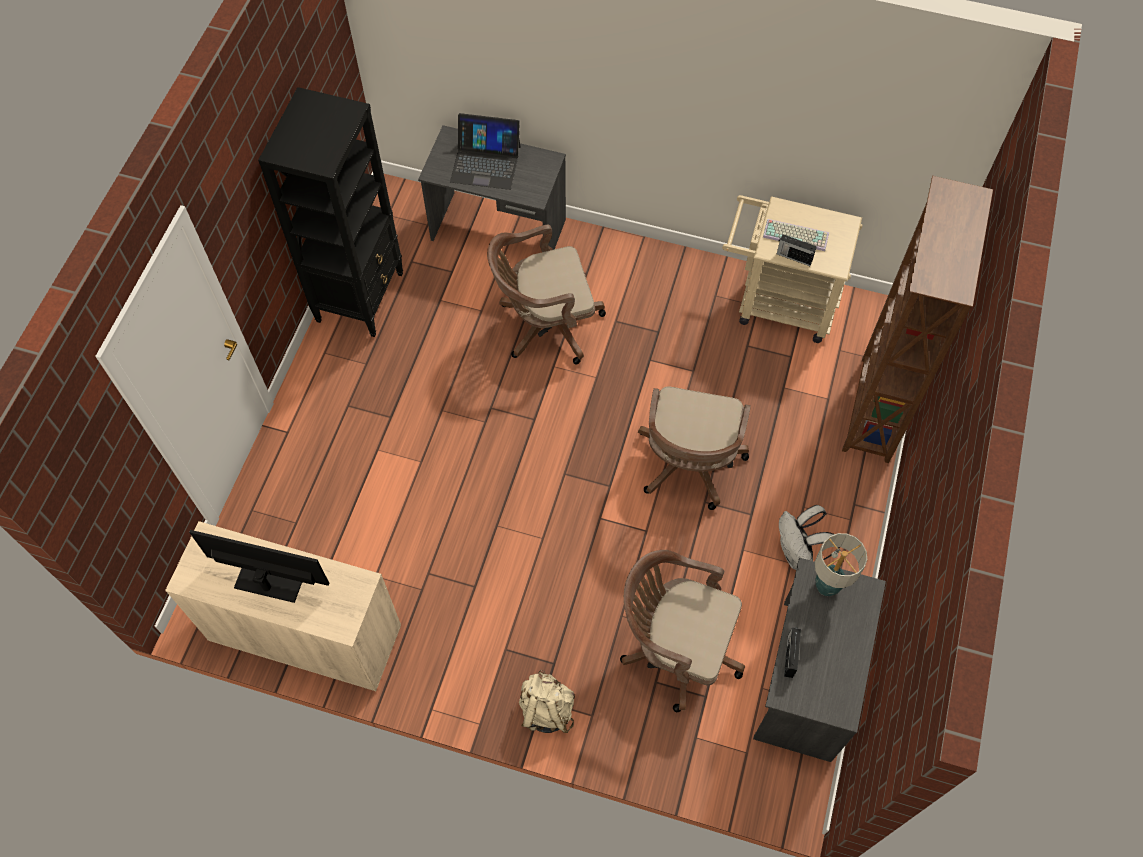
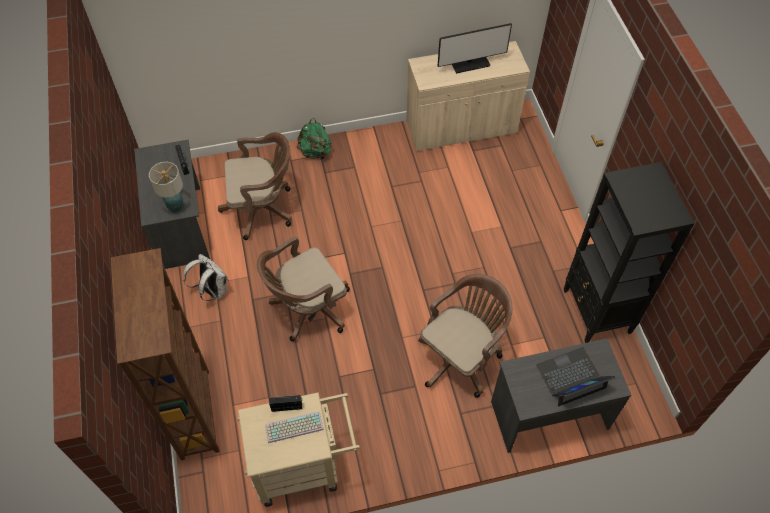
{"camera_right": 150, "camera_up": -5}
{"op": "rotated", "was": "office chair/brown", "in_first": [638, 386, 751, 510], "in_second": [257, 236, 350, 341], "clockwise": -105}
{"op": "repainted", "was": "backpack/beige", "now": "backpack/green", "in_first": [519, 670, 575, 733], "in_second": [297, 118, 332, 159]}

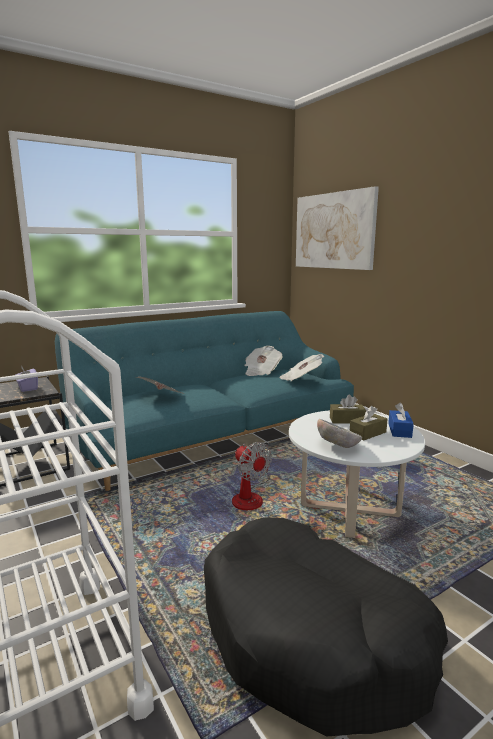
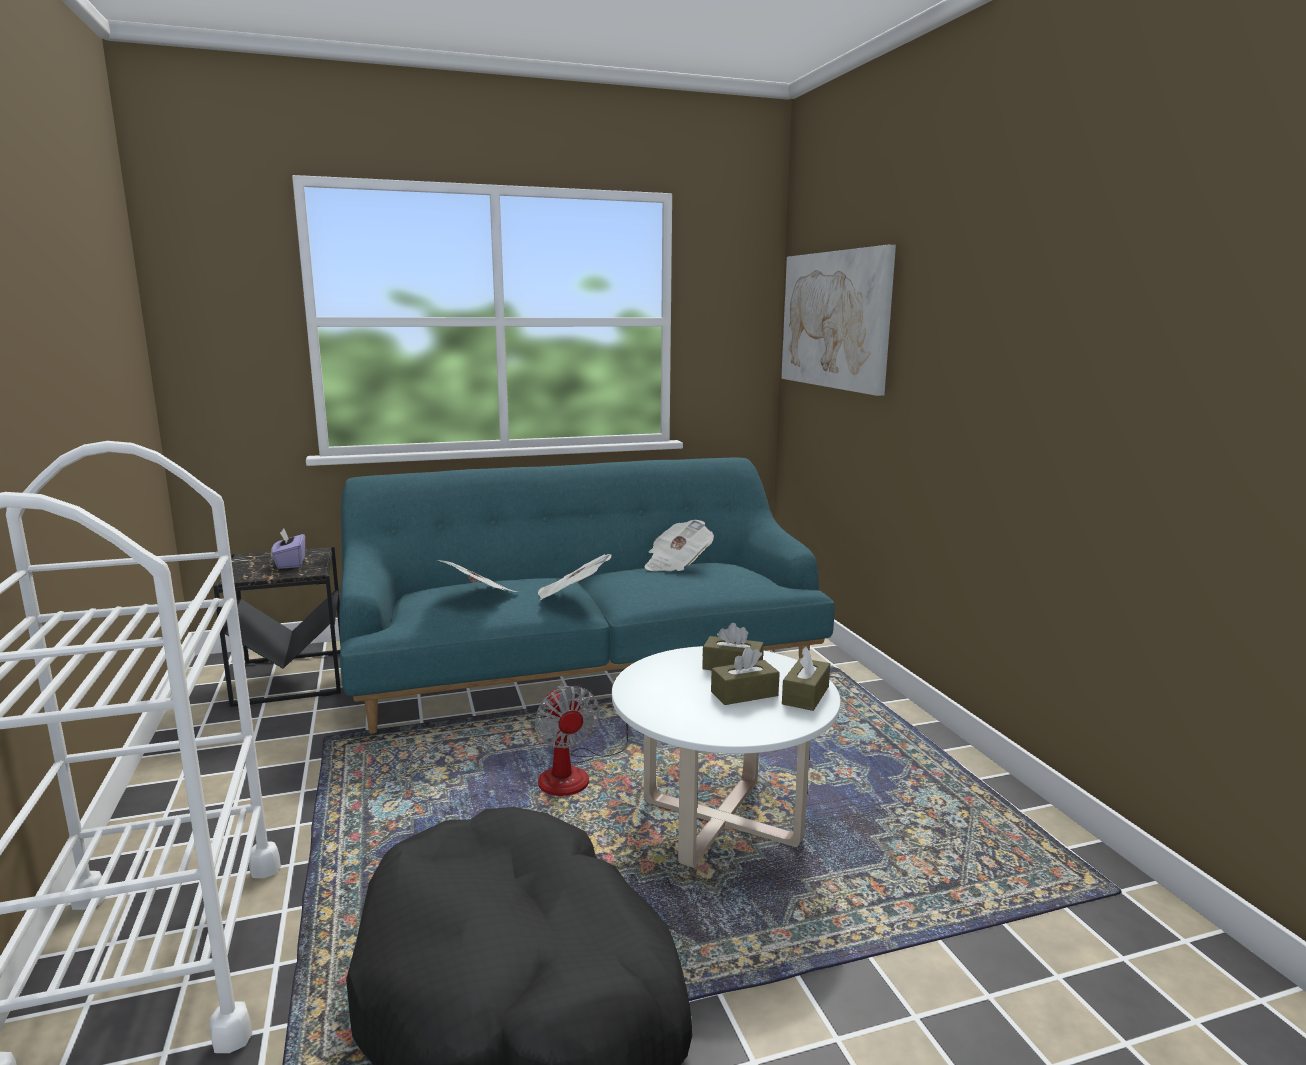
{"camera_right": 15, "camera_up": 0}
{"op": "shifted", "was": "newspaper", "in_first": [280, 354, 324, 381], "in_second": [538, 554, 611, 600]}
{"op": "repainted", "was": "tissue box/blue", "now": "tissue box/brown", "in_first": [388, 402, 414, 438], "in_second": [782, 647, 830, 711]}
{"op": "gone", "was": "bowl", "in_first": [317, 419, 362, 448]}

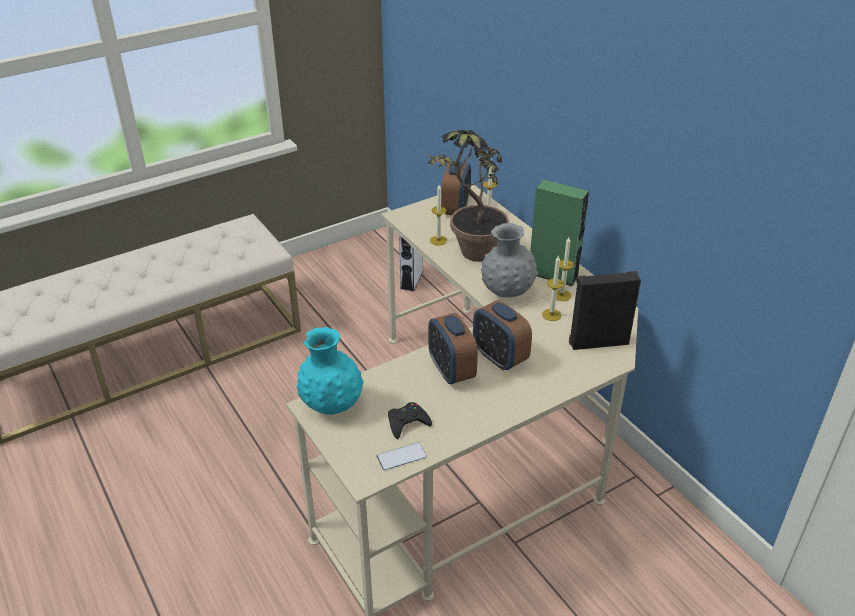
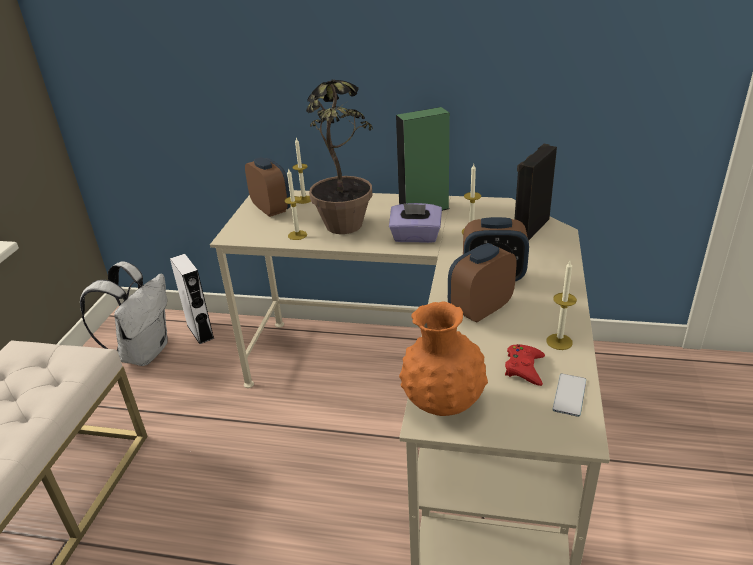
{"camera_right": -45, "camera_up": -5}
{"op": "swapped", "was": "vase/grey", "now": "tissue box/purple", "in_first": [481, 223, 538, 297], "in_second": [389, 203, 442, 243]}
{"op": "shifted", "was": "candle", "in_first": [556, 237, 574, 301], "in_second": [546, 261, 577, 350]}
{"op": "rotated", "was": "alarm clock", "in_first": [428, 313, 478, 384], "in_second": [448, 243, 517, 322], "clockwise": 120}
{"op": "repainted", "was": "vase/turquoise", "now": "vase/orange", "in_first": [296, 327, 364, 415], "in_second": [399, 301, 488, 416]}
{"op": "repainted", "was": "game controller/black", "now": "game controller/red", "in_first": [388, 402, 432, 439], "in_second": [505, 344, 545, 386]}
{"op": "new", "now": "backpack/white", "in_second": [80, 261, 167, 366]}

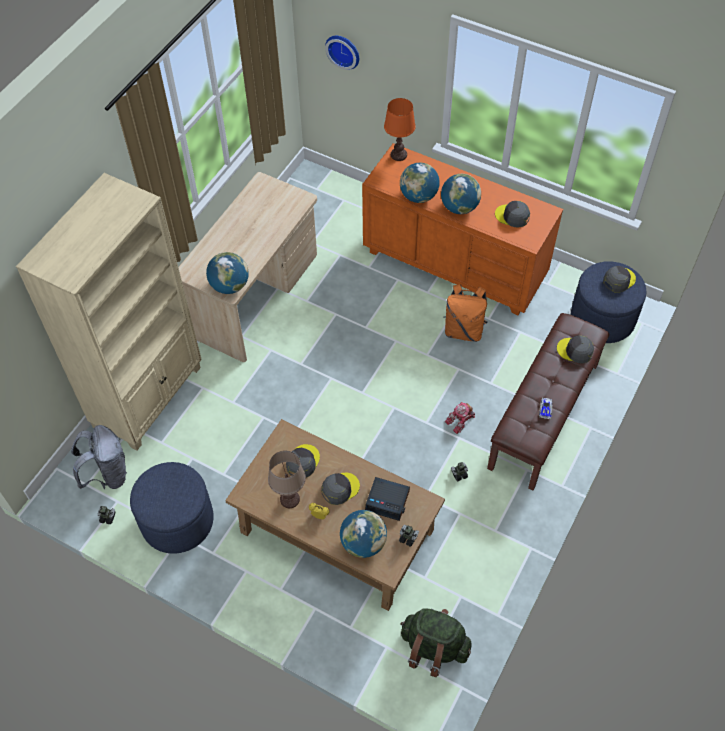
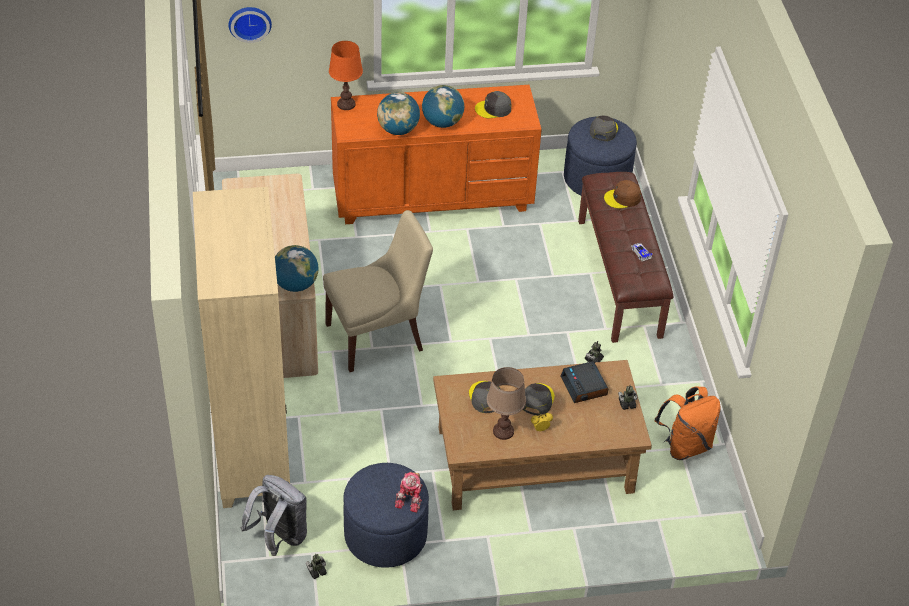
{"camera_right": -40, "camera_up": -10}
{"op": "shifted", "was": "backpack/orange", "in_first": [443, 284, 488, 342], "in_second": [654, 387, 720, 460]}
{"op": "repainted", "was": "cap/grey", "now": "cap/brown", "in_first": [557, 335, 594, 363], "in_second": [604, 180, 641, 209]}
{"op": "shifted", "was": "toy robot", "in_first": [445, 402, 475, 434], "in_second": [395, 472, 423, 513]}
{"op": "rotated", "was": "alarm clock", "in_first": [365, 477, 410, 521], "in_second": [561, 361, 608, 403], "clockwise": 90}
{"op": "gone", "was": "globe", "in_first": [340, 510, 387, 558]}
{"op": "gone", "was": "backpack/green", "in_first": [400, 608, 472, 677]}
{"op": "new", "now": "chair/beige", "in_second": [323, 210, 433, 372]}

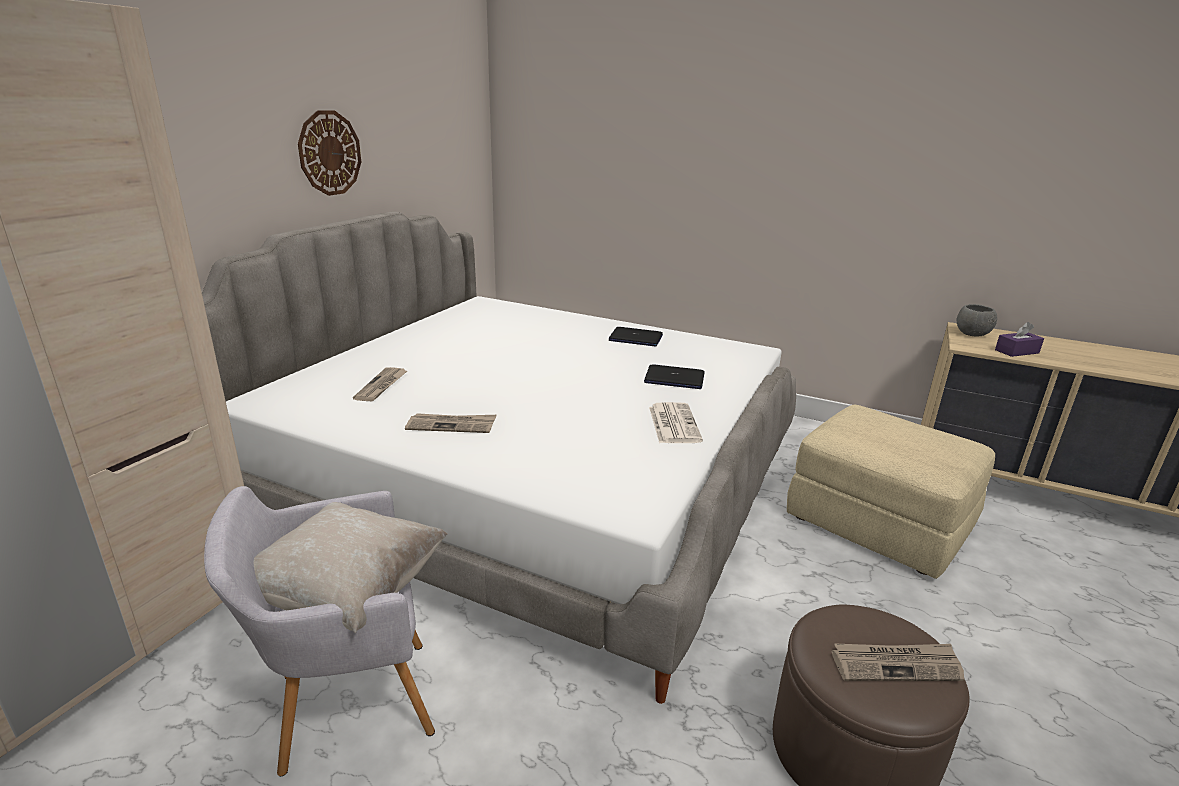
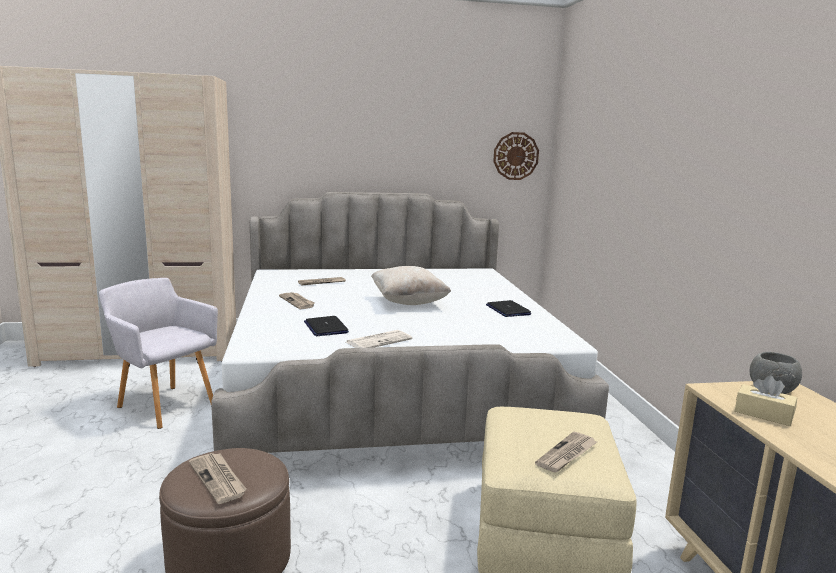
{"camera_right": 55, "camera_up": -10}
{"op": "shifted", "was": "wall clock", "in_first": [298, 110, 361, 196], "in_second": [493, 132, 539, 180]}
{"op": "repainted", "was": "tissue box/purple", "now": "tissue box/beige", "in_first": [995, 322, 1044, 357], "in_second": [735, 375, 797, 426]}
{"op": "shifted", "was": "laptop", "in_first": [644, 365, 705, 389], "in_second": [304, 316, 349, 336]}
{"op": "shifted", "was": "pillow/beige", "in_first": [254, 502, 447, 633], "in_second": [371, 266, 451, 305]}
{"op": "new", "now": "newspaper", "in_second": [535, 432, 597, 473]}

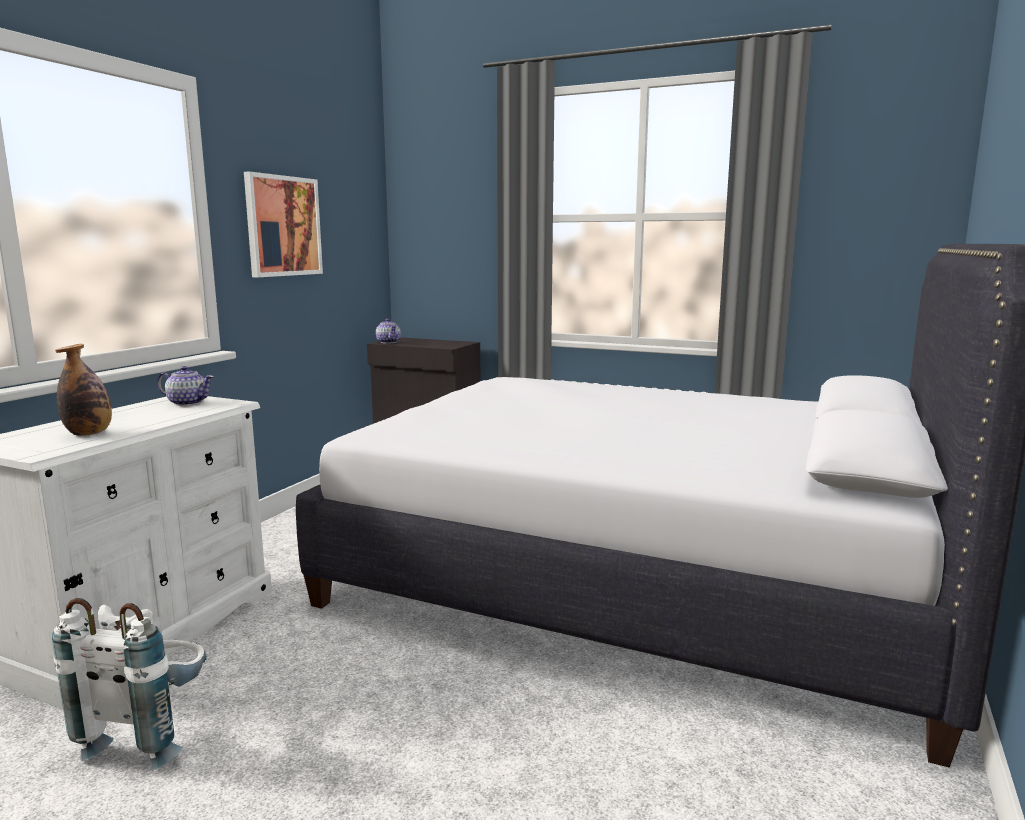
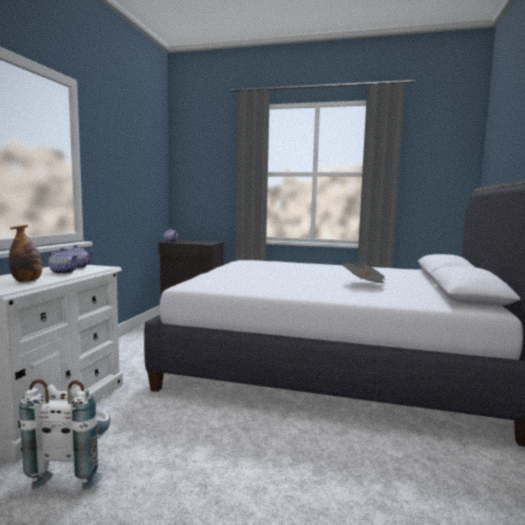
{"camera_right": -10, "camera_up": -5}
{"op": "gone", "was": "picture", "in_first": [244, 171, 323, 277]}
{"op": "new", "now": "teapot", "in_second": [48, 248, 78, 274]}
{"op": "new", "now": "newspaper", "in_second": [343, 262, 386, 283]}

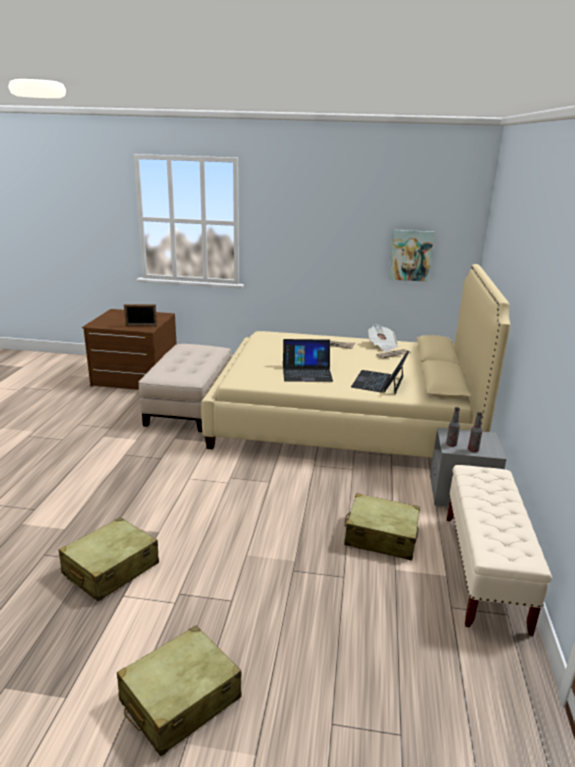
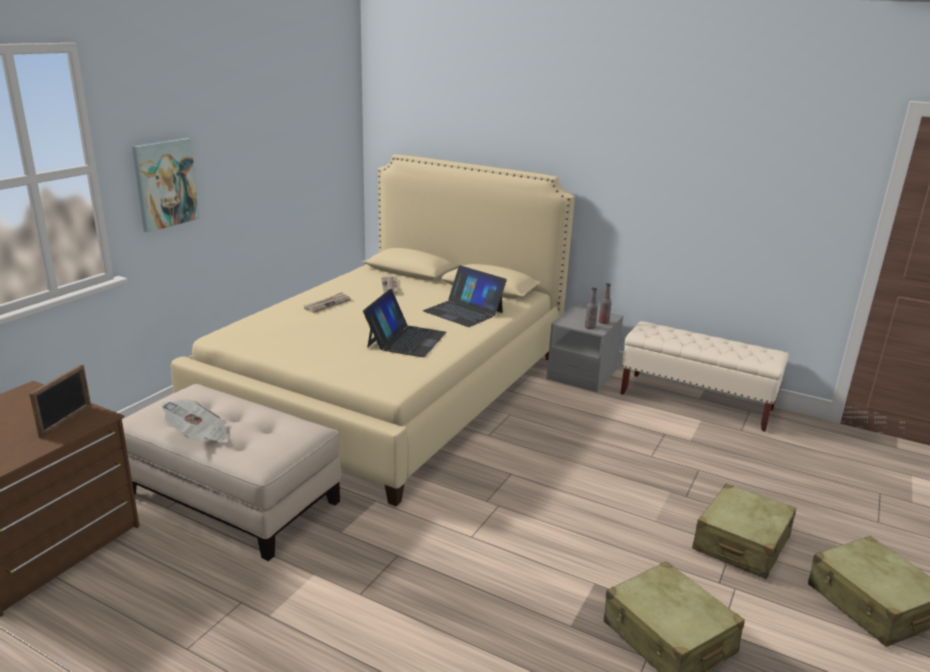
{"camera_right": -70, "camera_up": 0}
{"op": "shifted", "was": "picture", "in_first": [389, 229, 434, 282], "in_second": [132, 138, 200, 232]}
{"op": "shifted", "was": "newspaper", "in_first": [368, 324, 398, 352], "in_second": [162, 399, 228, 442]}
{"op": "shifted", "was": "suitcase/beige", "in_first": [344, 493, 420, 561], "in_second": [692, 484, 796, 579]}

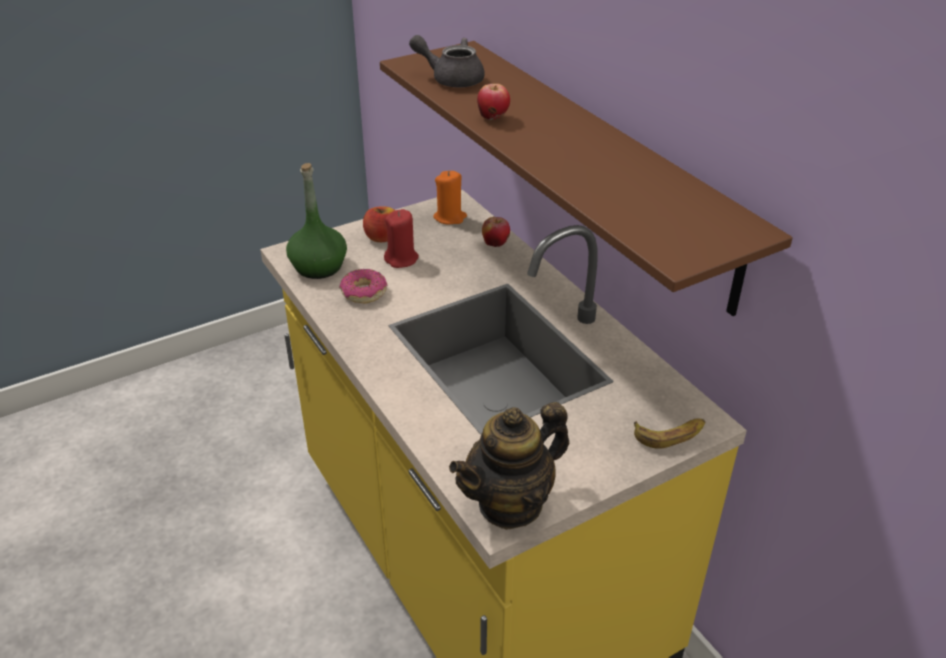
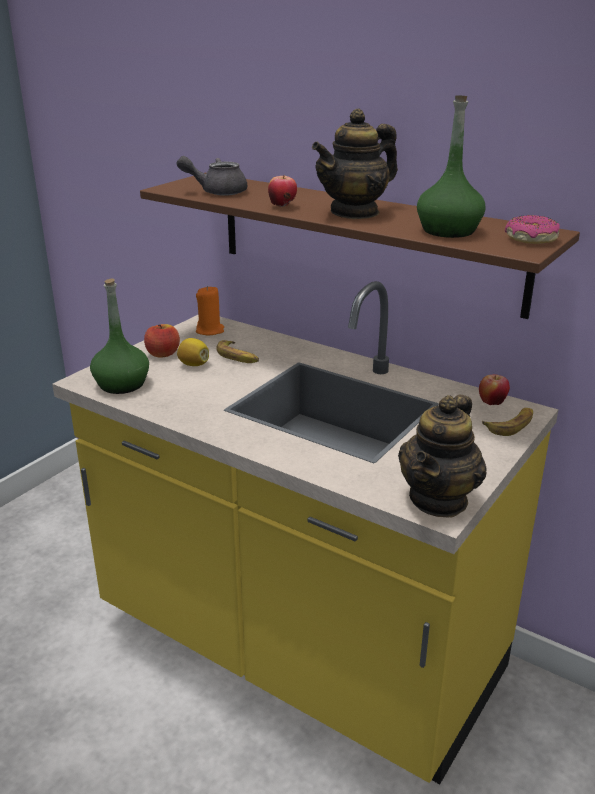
{"camera_right": -25, "camera_up": -10}
{"op": "swapped", "was": "candle/red", "now": "lemon", "in_first": [384, 209, 419, 268], "in_second": [177, 338, 209, 366]}
{"op": "shifted", "was": "apple", "in_first": [482, 217, 510, 247], "in_second": [479, 374, 510, 405]}
{"op": "shifted", "was": "donut", "in_first": [339, 269, 387, 303], "in_second": [505, 215, 560, 244]}
{"op": "new", "now": "bottle/green", "in_second": [417, 95, 485, 238]}
{"op": "new", "now": "teapot", "in_second": [312, 108, 398, 219]}
{"op": "new", "now": "banana", "in_second": [216, 340, 259, 363]}

